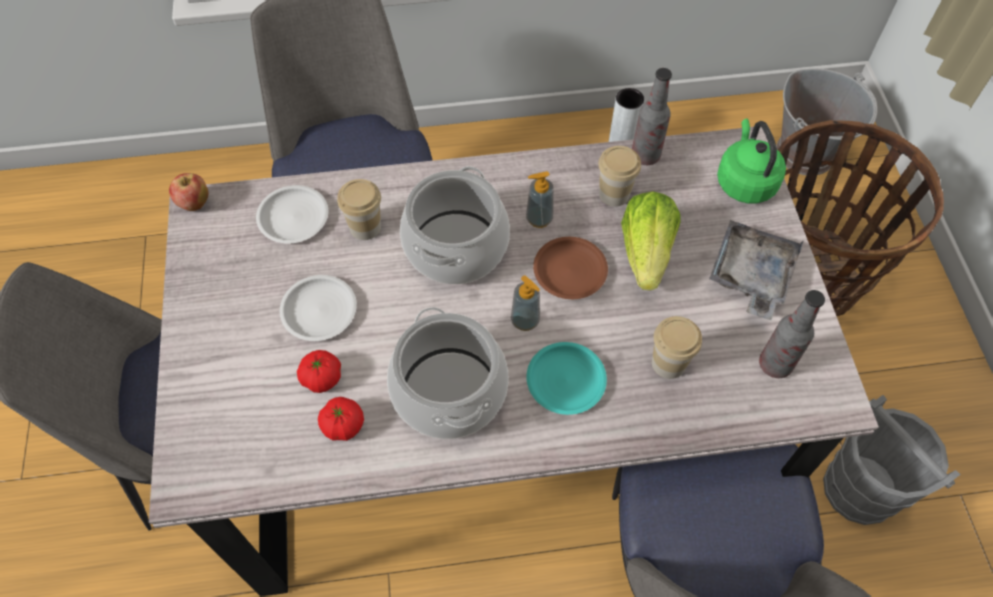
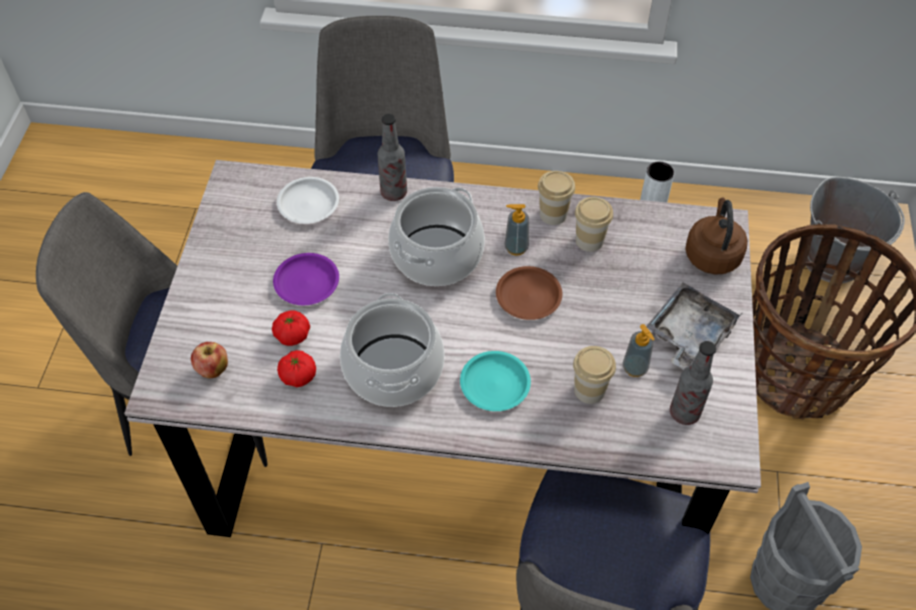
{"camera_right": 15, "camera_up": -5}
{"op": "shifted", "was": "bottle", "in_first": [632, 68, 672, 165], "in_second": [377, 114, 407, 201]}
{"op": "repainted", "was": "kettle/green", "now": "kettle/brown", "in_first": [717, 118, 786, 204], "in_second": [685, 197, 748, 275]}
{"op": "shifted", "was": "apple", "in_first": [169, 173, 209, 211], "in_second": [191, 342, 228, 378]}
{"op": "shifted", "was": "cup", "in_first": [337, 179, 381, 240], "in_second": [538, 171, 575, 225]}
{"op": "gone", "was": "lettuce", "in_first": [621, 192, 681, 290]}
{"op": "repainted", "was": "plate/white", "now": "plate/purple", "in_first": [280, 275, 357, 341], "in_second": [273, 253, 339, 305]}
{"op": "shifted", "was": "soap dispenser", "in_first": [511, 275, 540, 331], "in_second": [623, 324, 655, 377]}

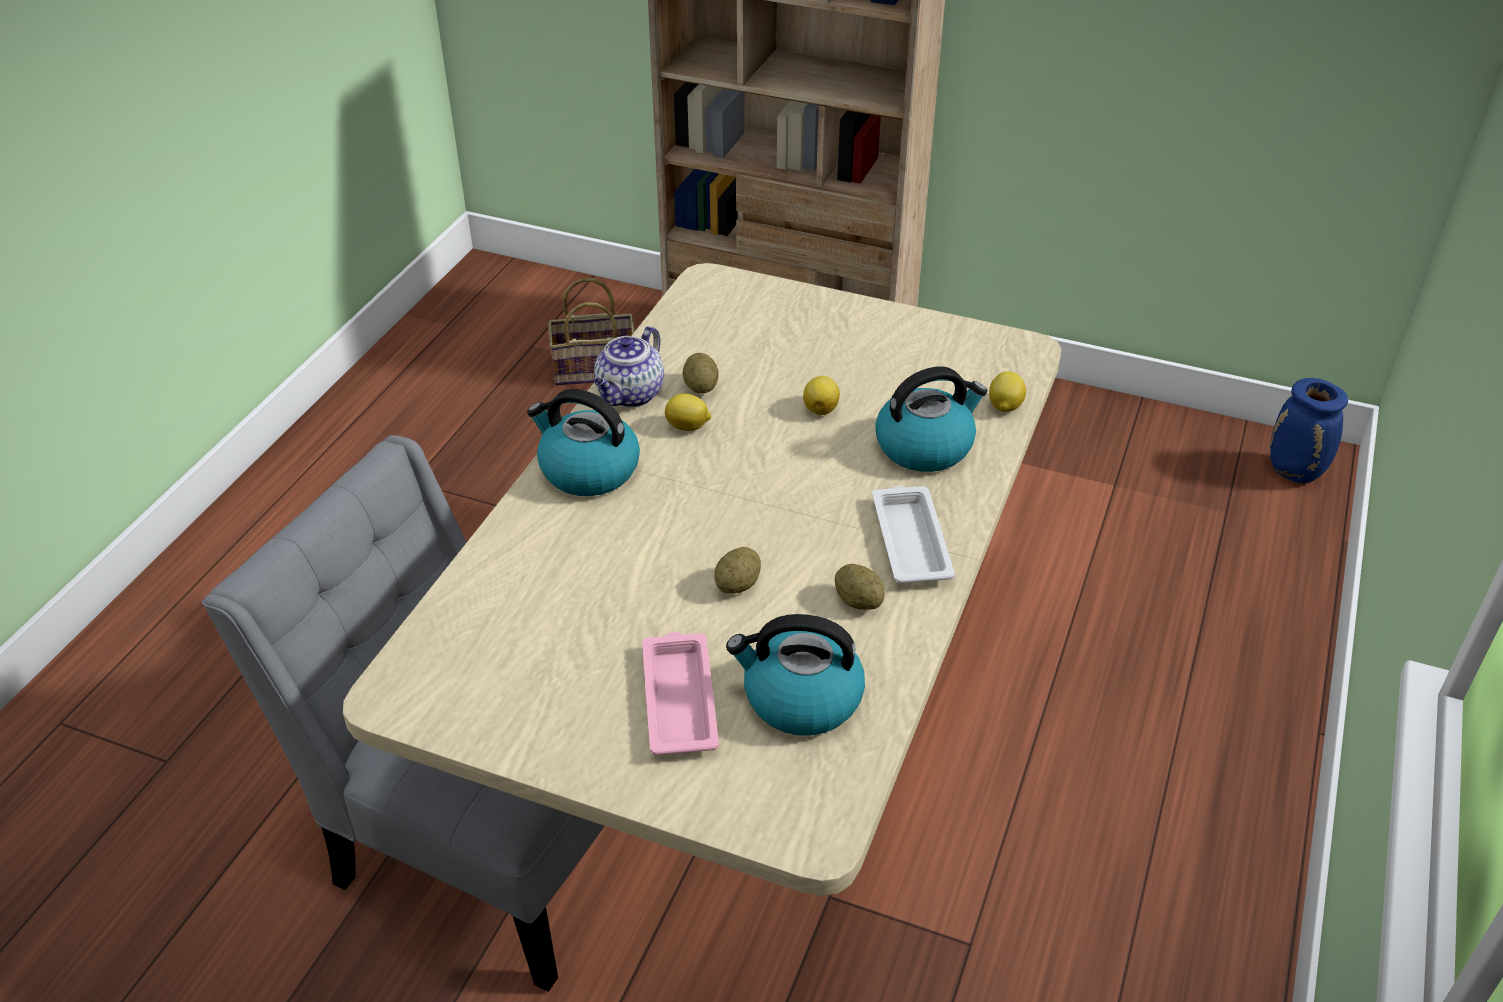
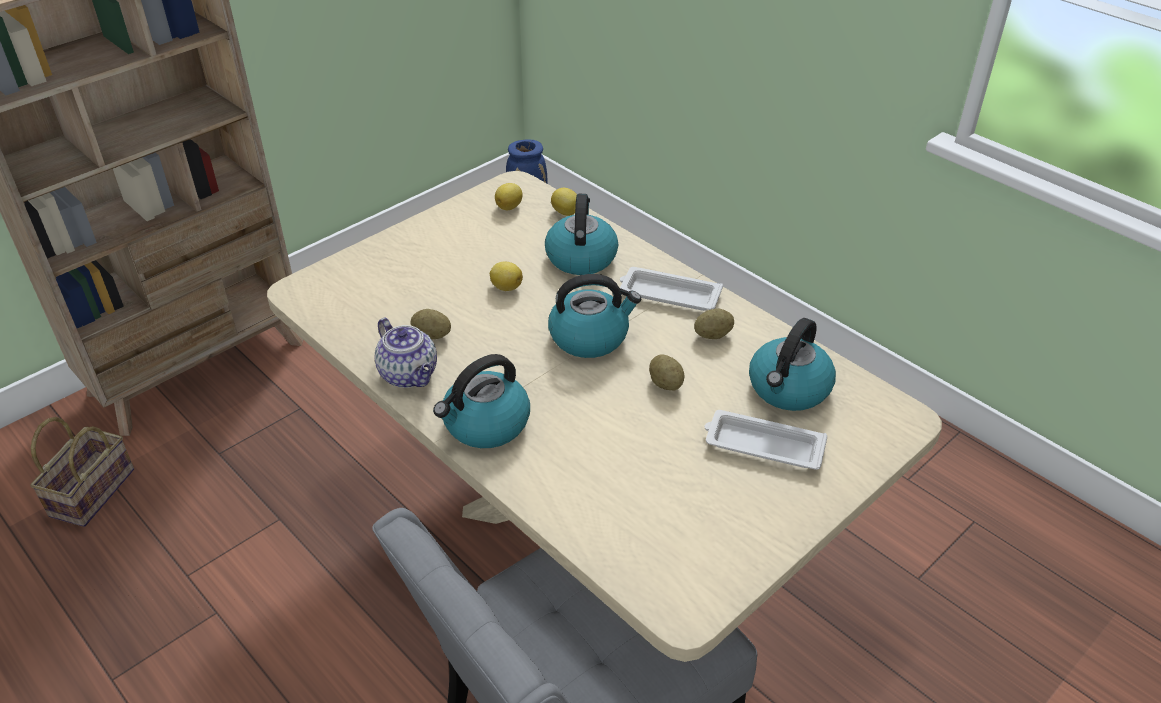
{"camera_right": -65, "camera_up": 0}
{"op": "shifted", "was": "lemon", "in_first": [665, 394, 711, 431], "in_second": [495, 183, 523, 210]}
{"op": "repainted", "was": "tray/pink", "now": "tray/white", "in_first": [642, 632, 719, 755], "in_second": [704, 410, 827, 470]}
{"op": "new", "now": "kettle", "in_second": [548, 274, 641, 358]}

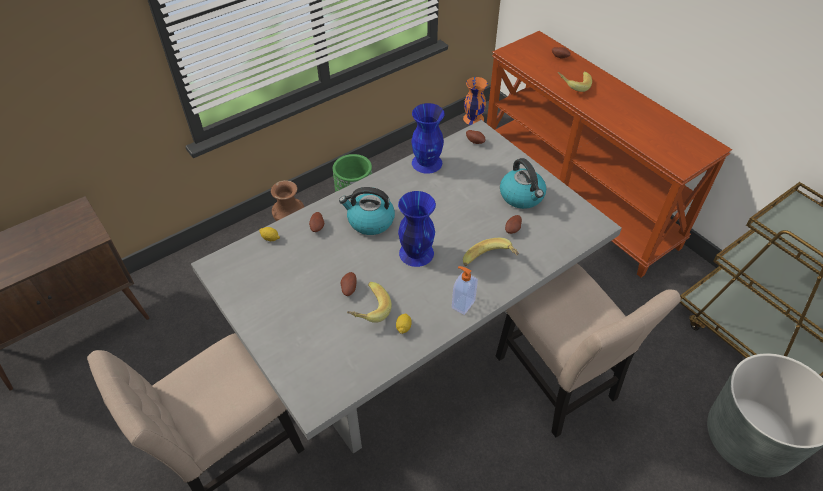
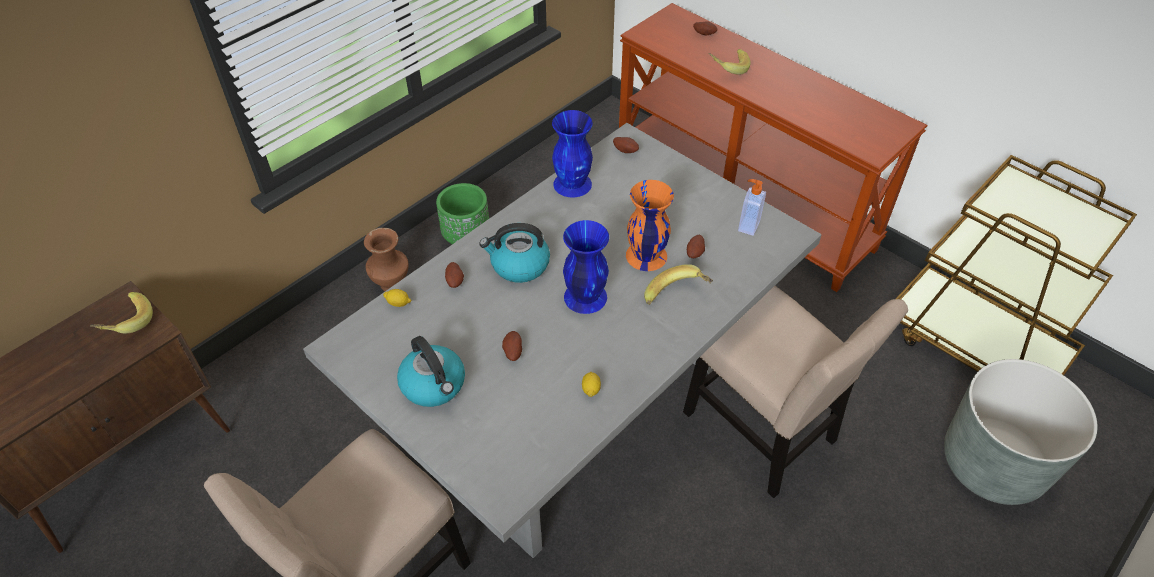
{"camera_right": -10, "camera_up": 0}
{"op": "shifted", "was": "vase/orange", "in_first": [463, 77, 488, 125], "in_second": [626, 180, 674, 271]}
{"op": "shifted", "was": "kettle", "in_first": [500, 158, 546, 209], "in_second": [397, 336, 465, 407]}
{"op": "shifted", "was": "soap dispenser", "in_first": [452, 266, 478, 315], "in_second": [738, 179, 766, 236]}
{"op": "shifted", "was": "banana", "in_first": [347, 282, 391, 323], "in_second": [90, 292, 153, 333]}

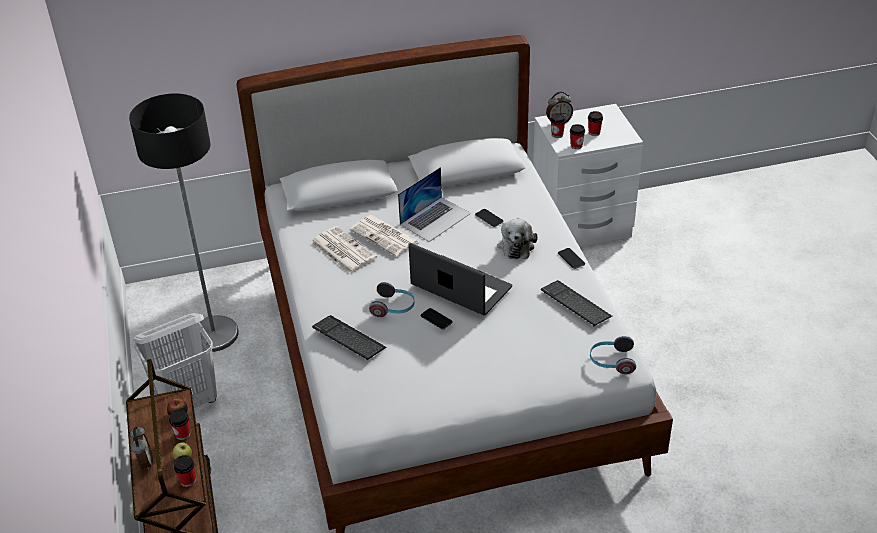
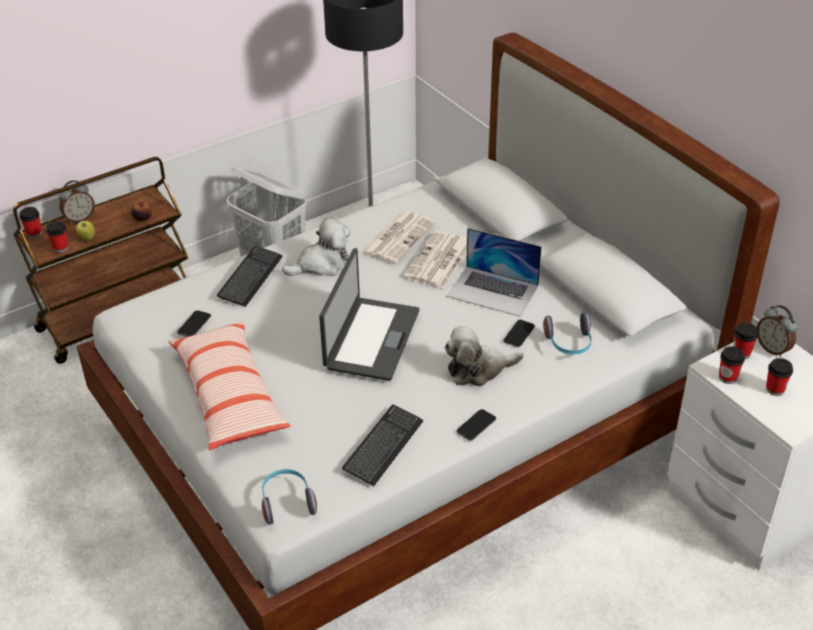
{"camera_right": 70, "camera_up": 0}
{"op": "shifted", "was": "headphones", "in_first": [369, 282, 415, 317], "in_second": [543, 313, 592, 355]}
{"op": "shifted", "was": "phone", "in_first": [421, 308, 453, 330], "in_second": [177, 310, 211, 337]}
{"op": "shifted", "was": "cup", "in_first": [169, 409, 190, 440], "in_second": [19, 207, 42, 238]}
{"op": "new", "now": "plush toy", "in_second": [282, 217, 350, 276]}
{"op": "new", "now": "pillow", "in_second": [168, 321, 290, 450]}

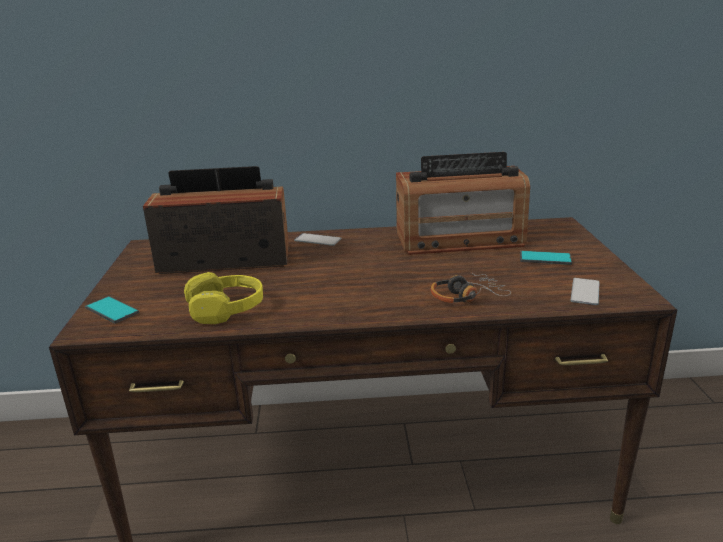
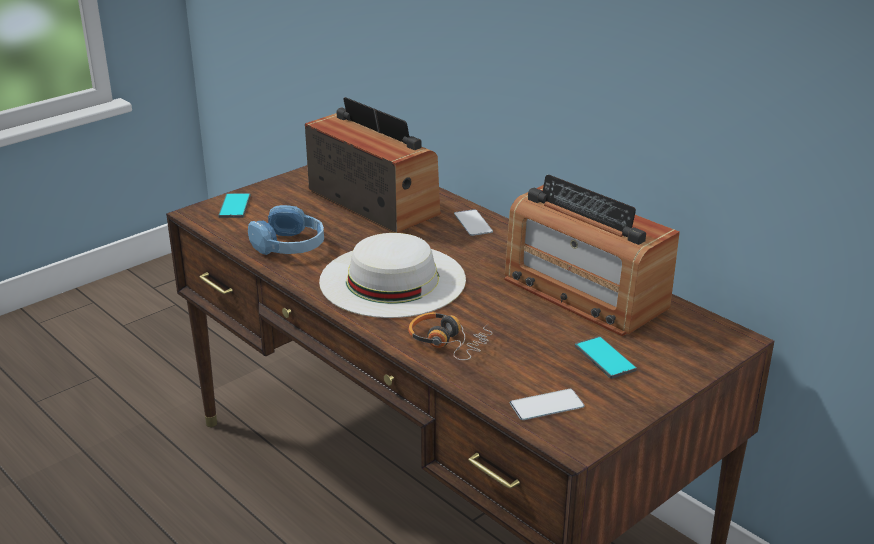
{"camera_right": 50, "camera_up": 5}
{"op": "repainted", "was": "headphones/yellow", "now": "headphones/blue", "in_first": [184, 272, 263, 324], "in_second": [248, 205, 324, 255]}
{"op": "new", "now": "hat/white", "in_second": [319, 233, 466, 318]}

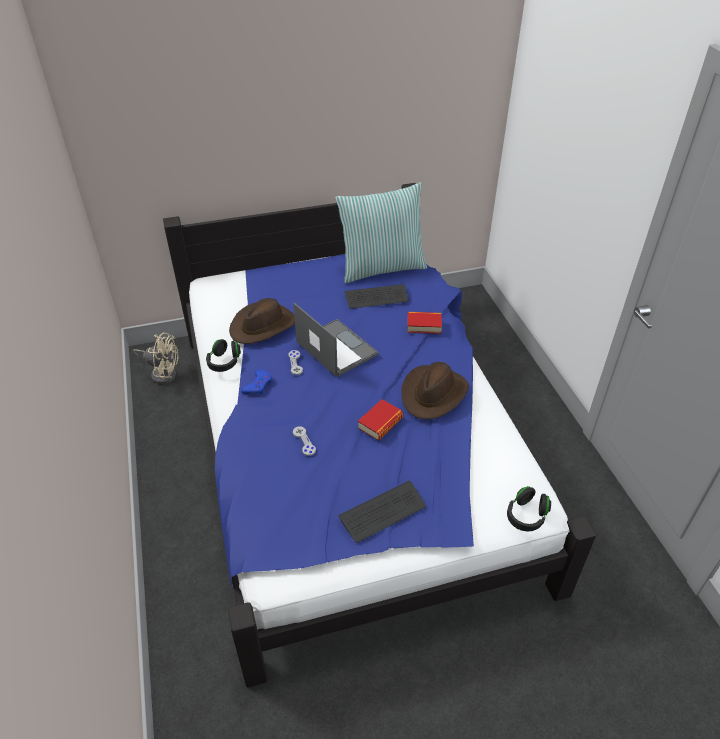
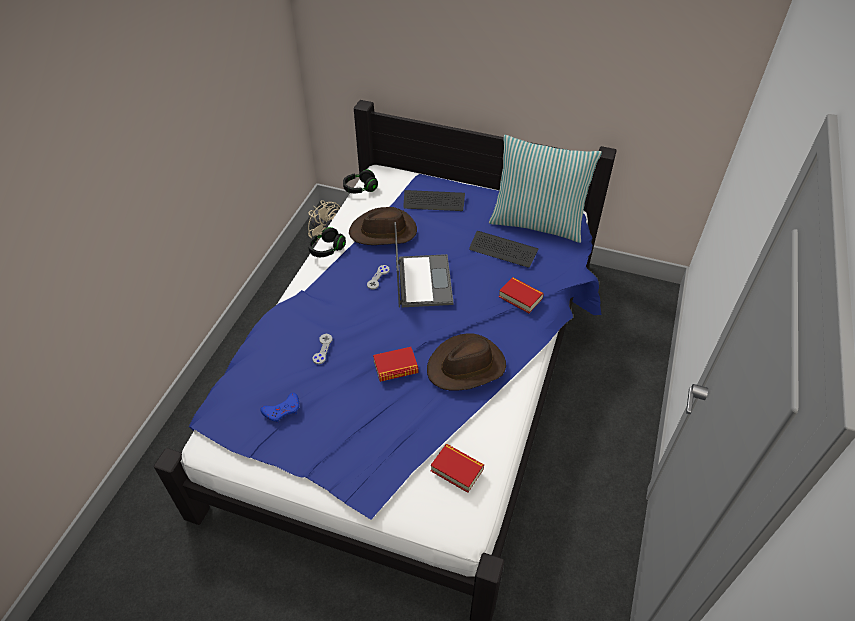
{"camera_right": 35, "camera_up": 5}
{"op": "shifted", "was": "game controller/blue", "in_first": [241, 369, 272, 394], "in_second": [260, 393, 299, 423]}
{"op": "shifted", "was": "keyboard", "in_first": [339, 481, 426, 543], "in_second": [404, 190, 465, 211]}
{"op": "shifted", "was": "headphones/black", "in_first": [507, 486, 551, 531], "in_second": [343, 170, 378, 193]}
{"op": "new", "now": "book", "in_second": [431, 444, 484, 493]}

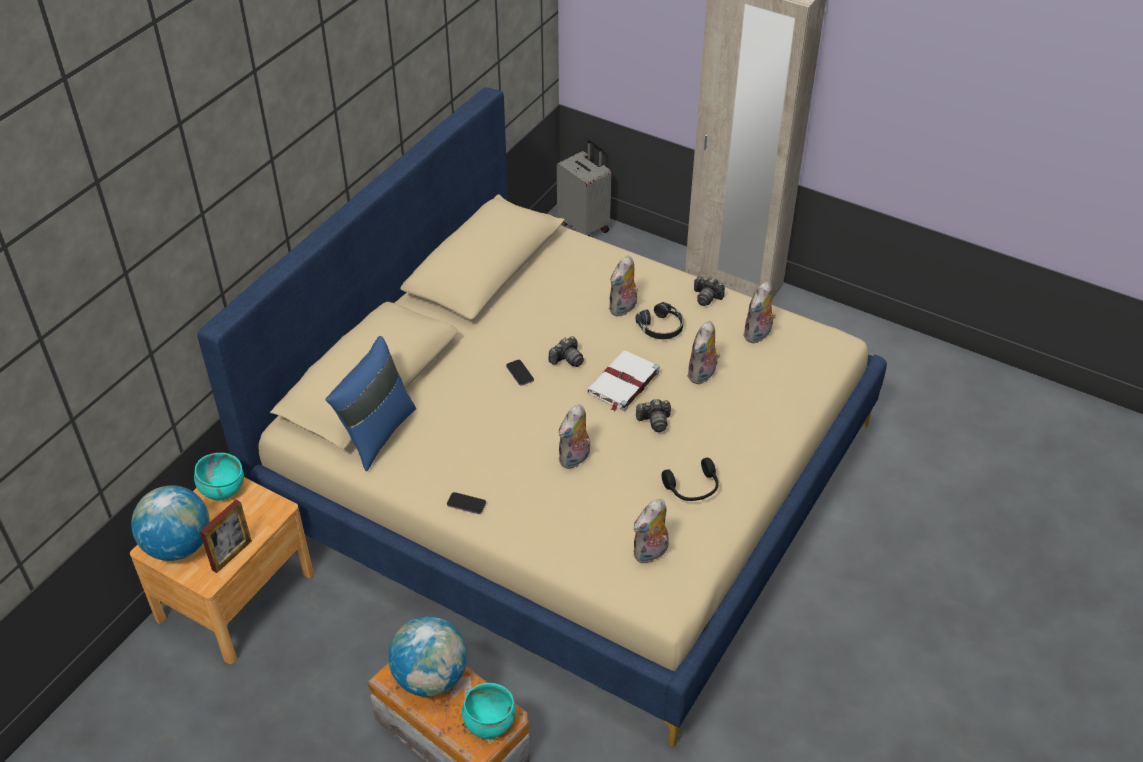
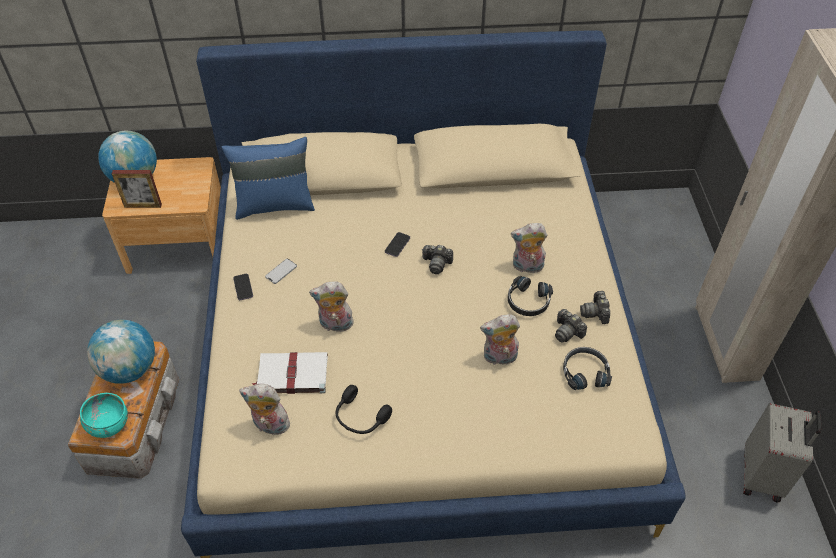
{"camera_right": 55, "camera_up": 5}
{"op": "shifted", "was": "suitcase/grey", "in_first": [557, 139, 611, 237], "in_second": [743, 403, 821, 503]}
{"op": "swapped", "was": "plush toy", "now": "headphones/black", "in_first": [743, 281, 776, 343], "in_second": [563, 347, 612, 390]}
{"op": "shifted", "was": "book/white", "in_first": [587, 350, 659, 411], "in_second": [252, 352, 328, 394]}
{"op": "shifted", "was": "photo camera", "in_first": [635, 399, 671, 432], "in_second": [555, 309, 587, 343]}
{"op": "gone", "was": "bowl/turquoise", "in_first": [194, 453, 244, 500]}
{"op": "new", "now": "phone", "in_second": [265, 259, 297, 284]}

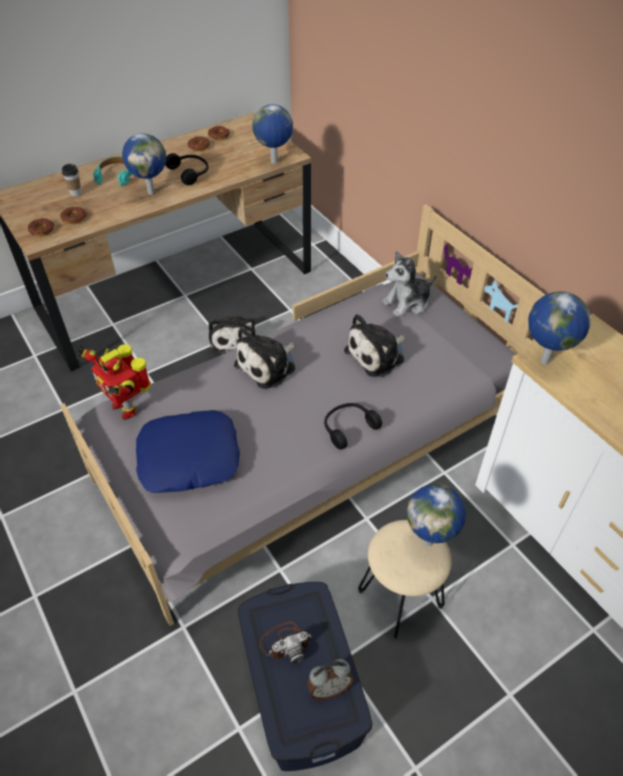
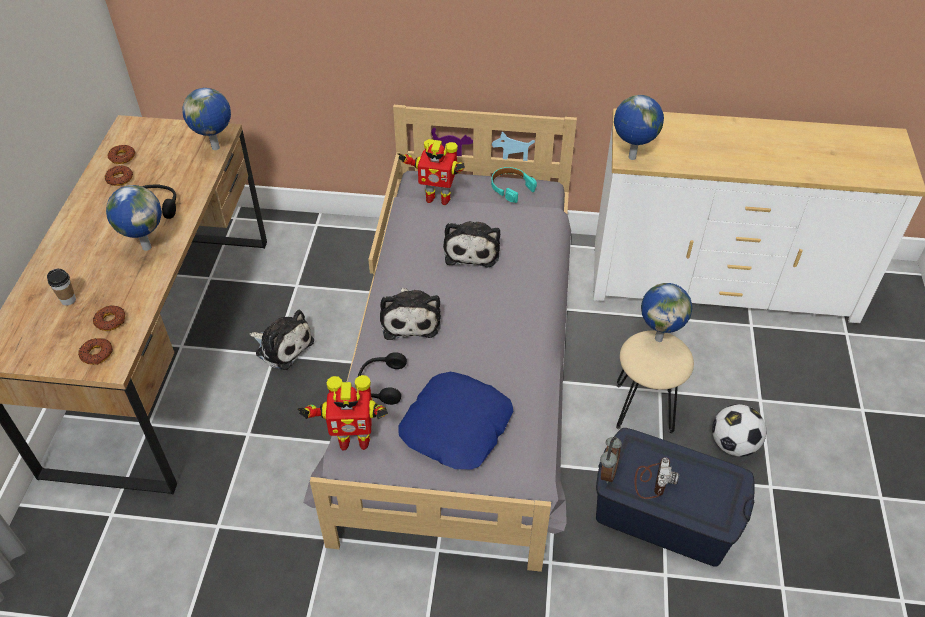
{"camera_right": -50, "camera_up": 0}
{"op": "shifted", "was": "headphones/turquoise", "in_first": [93, 156, 132, 186], "in_second": [491, 167, 537, 203]}
{"op": "swapped", "was": "plush toy", "now": "toy robot", "in_first": [382, 251, 437, 317], "in_second": [398, 139, 465, 205]}
{"op": "shifted", "was": "headphones/black", "in_first": [324, 403, 382, 450], "in_second": [358, 352, 407, 405]}
{"op": "shifted", "was": "alarm clock", "in_first": [307, 659, 354, 700], "in_second": [600, 436, 622, 483]}
{"op": "new", "now": "football", "in_second": [712, 404, 766, 457]}

